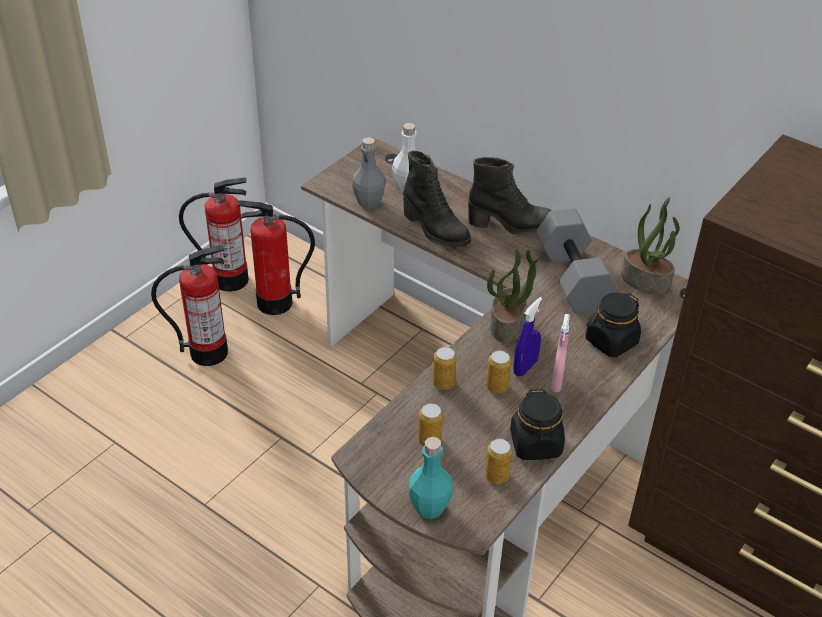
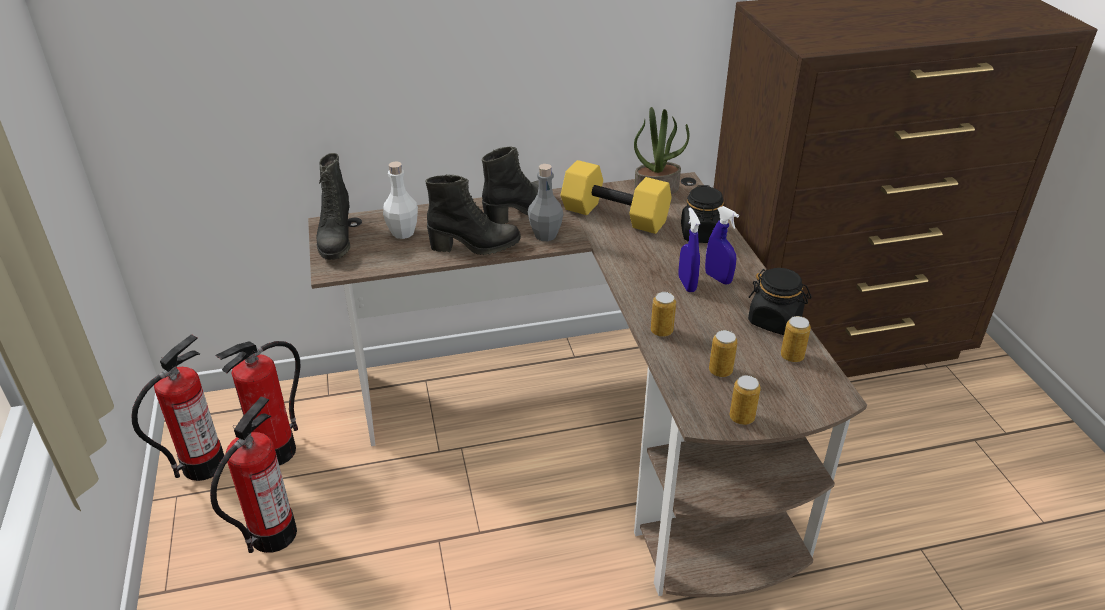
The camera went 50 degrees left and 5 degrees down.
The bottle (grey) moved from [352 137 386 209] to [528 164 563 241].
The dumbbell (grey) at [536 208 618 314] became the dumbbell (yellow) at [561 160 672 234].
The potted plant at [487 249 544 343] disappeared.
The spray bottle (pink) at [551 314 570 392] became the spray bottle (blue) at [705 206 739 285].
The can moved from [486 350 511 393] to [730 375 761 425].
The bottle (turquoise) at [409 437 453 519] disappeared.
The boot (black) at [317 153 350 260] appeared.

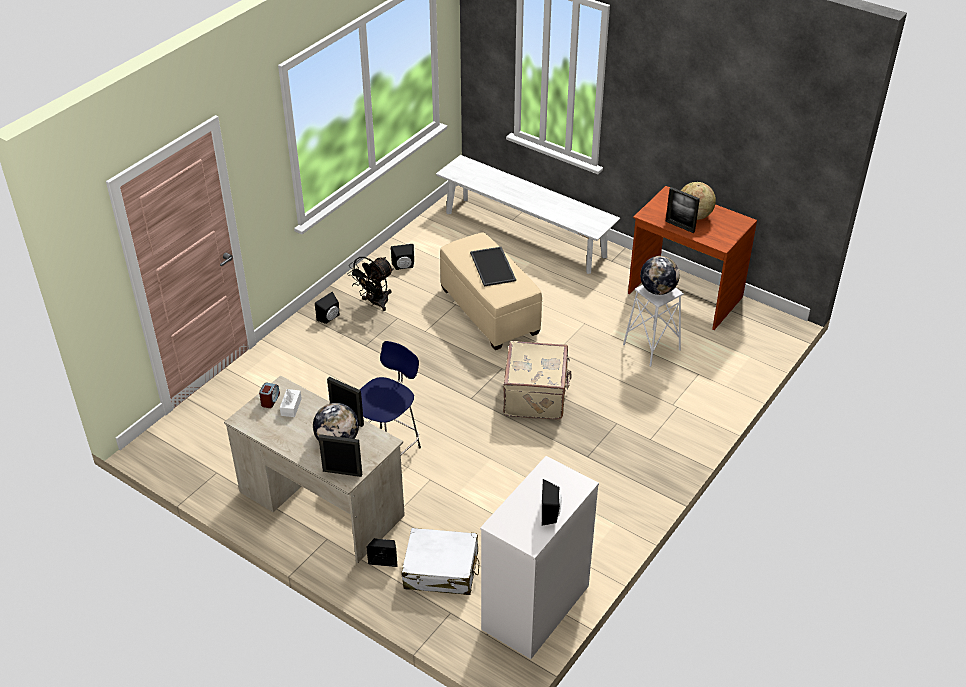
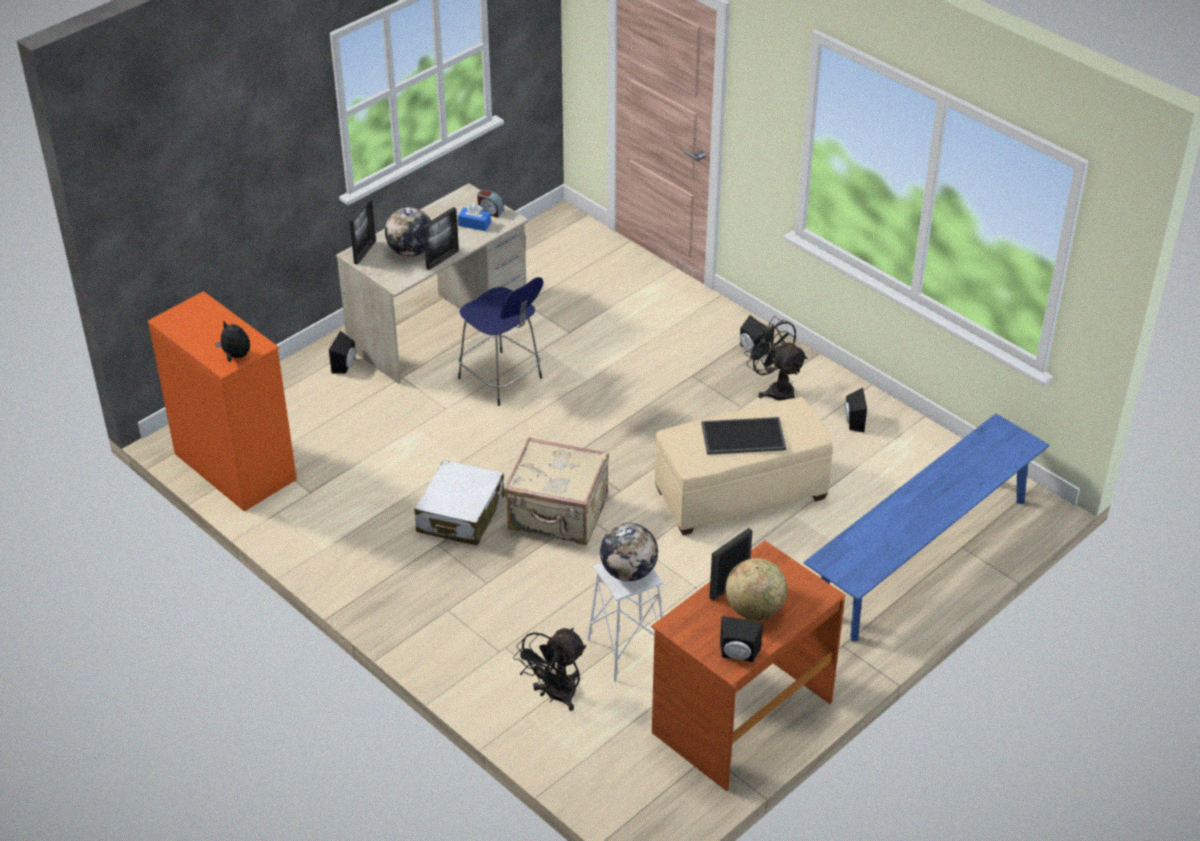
The camera went 100 degrees right and 0 degrees up.
The bench (white) at [436 155 620 274] became the bench (blue) at [804 414 1049 642].
The tissue box (white) at [280 389 302 417] became the tissue box (blue) at [458 203 491 231].
The dresser (white) at [480 456 599 659] became the dresser (orange) at [147 291 297 512].
The speaker (black) moved from [542 479 562 526] to [720 616 763 662].
The suitcase (white) moved from [402 528 479 595] to [414 460 505 545].
The plush toy at [215 321 250 362] appeared.
The fan (black) at [513 628 587 711] appeared.

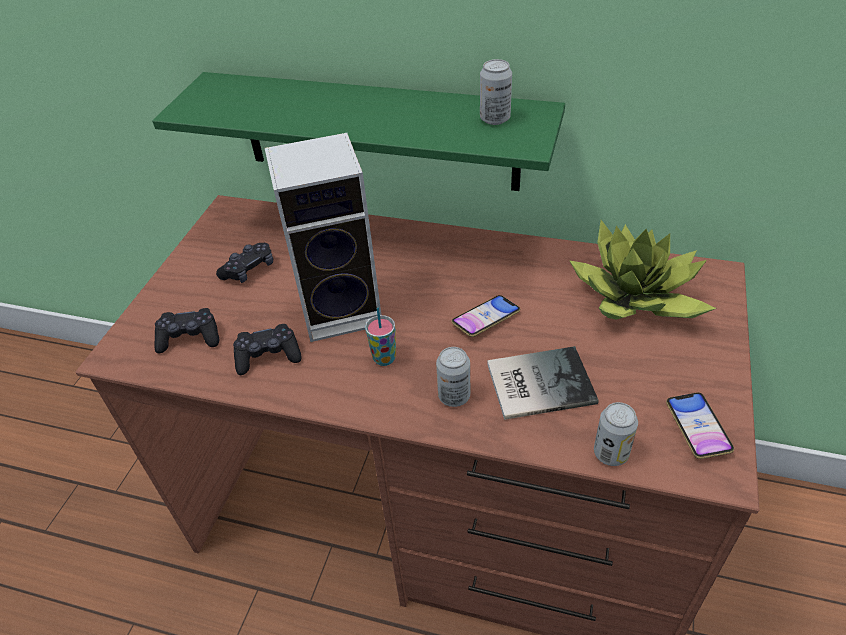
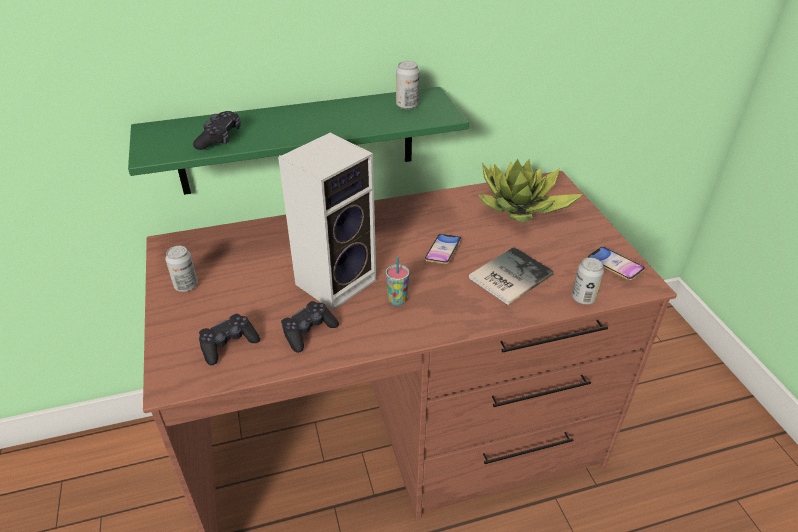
The camera went 35 degrees left and 5 degrees down.
The game controller (black) moved from [216 243 273 283] to [193 111 241 150].
The can moved from [436 347 470 407] to [165 246 198 292].

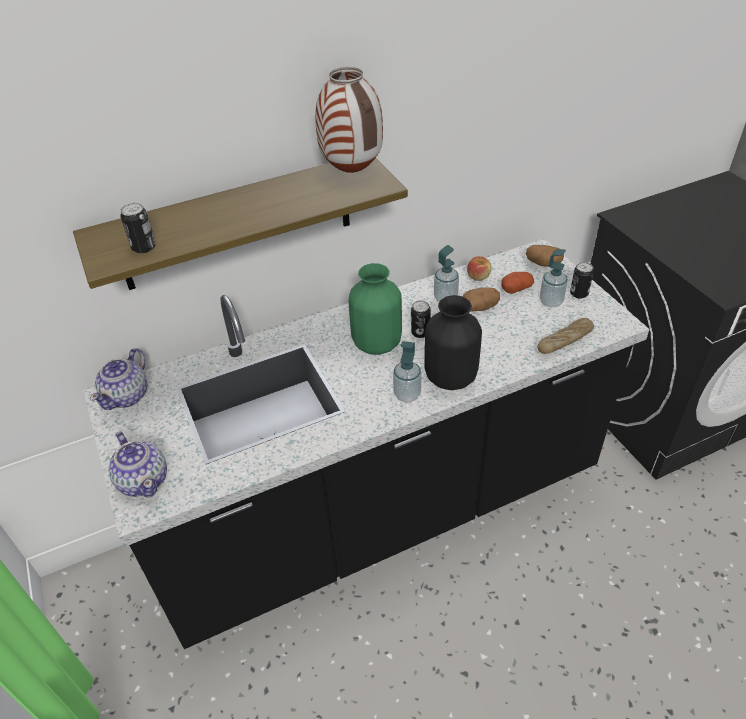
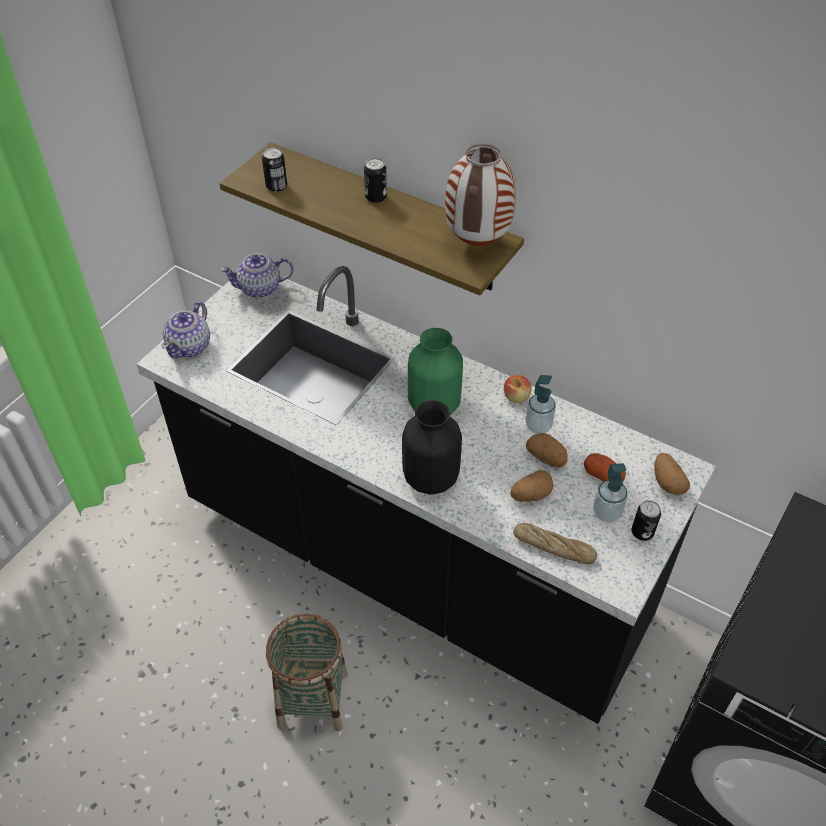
The camera went 55 degrees right and 5 degrees up.
The apple moved from [467 256 492 281] to [504 375 532 403].
The can moved from [411 300 431 338] to [364 158 387 203].
The soap dispenser at [393 341 421 402] disappeared.
The potato at [510 470 553 501] appeared.
The basket at [266 613 348 732] appeared.

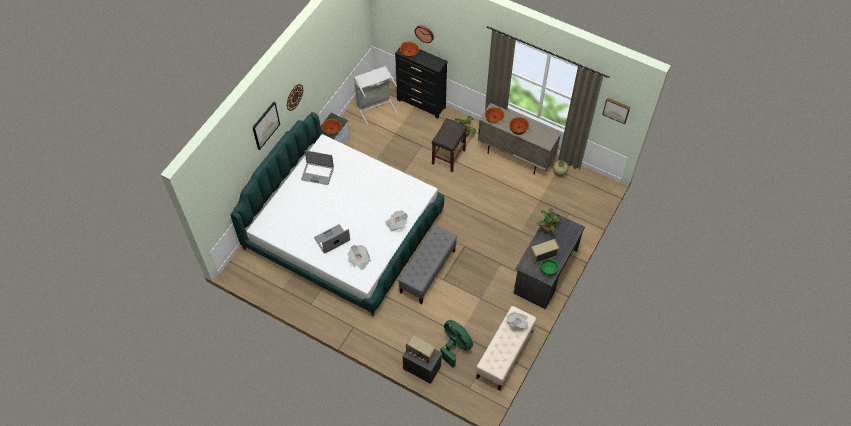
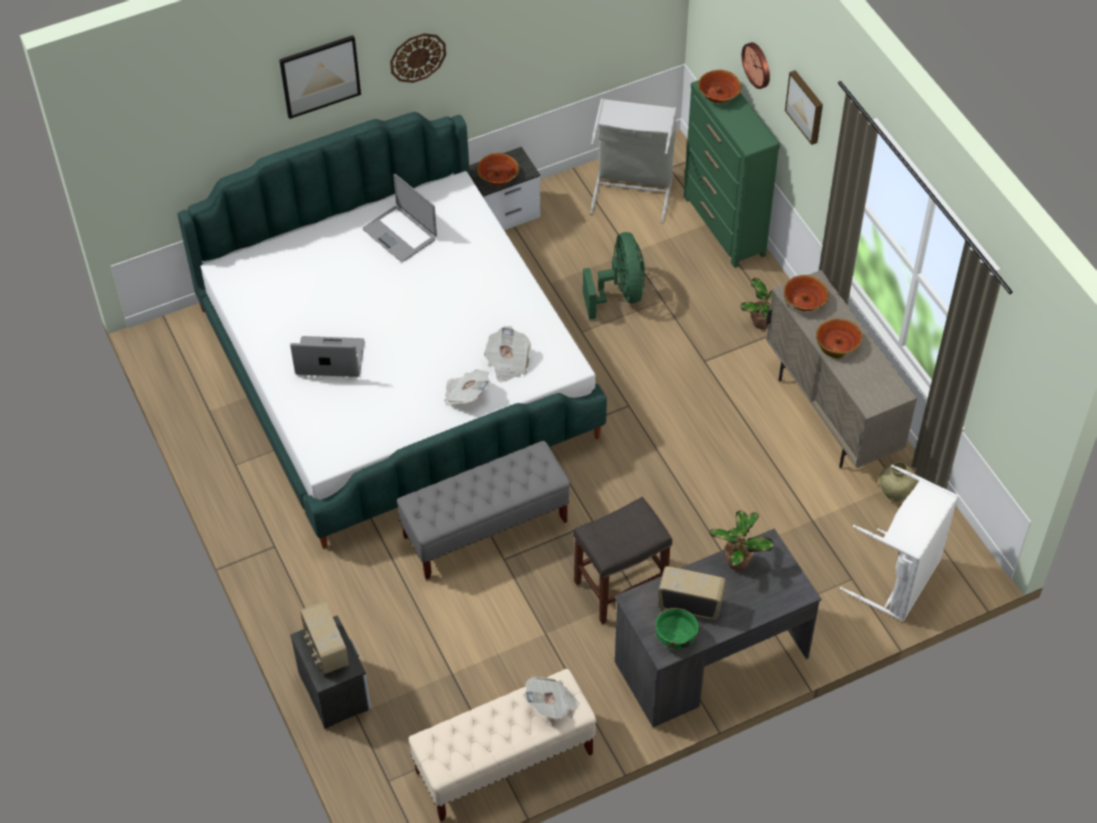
The camera went 35 degrees right and 5 degrees down.
The dresser (black) at [395 42 448 118] became the dresser (green) at [684 80 780 268].
The picture moved from [602 98 630 124] to [785 70 823 145].
The stool (grey) moved from [432 118 467 172] to [573 497 672 624].
The newspaper moved from [348 245 371 270] to [484 326 531 382].
The fan (green) moved from [440 320 473 368] to [583 232 645 319].
The laundry basket (white) at [840 465 959 622] appeared.

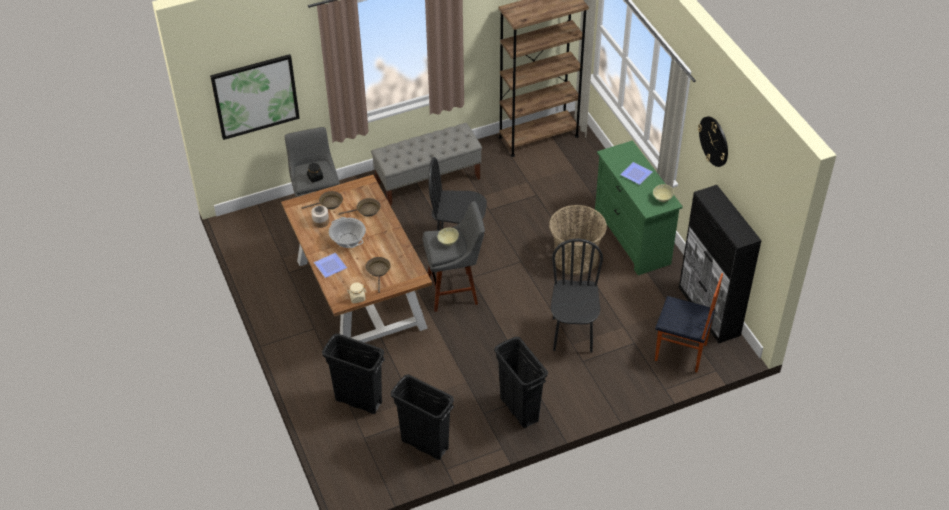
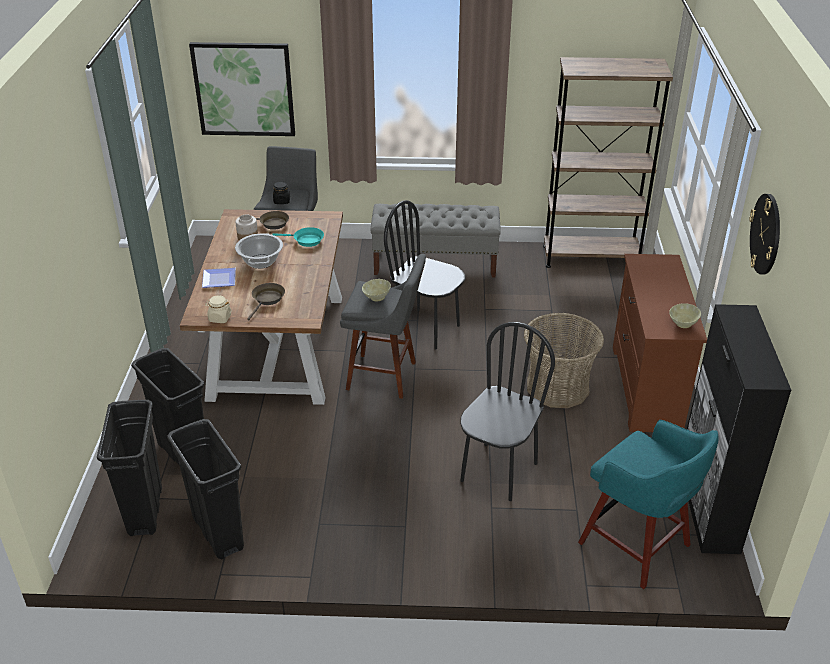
The camera went 25 degrees right and 10 degrees down.
The dresser (green) at [595 140 683 275] became the dresser (brown) at [613 254 707 432].
The plate at [620 162 652 185] disappeared.
The frying pan (brown) at [339 198 381 217] became the frying pan (turquoise) at [272 227 324 247].
The chair at [655 273 723 372] was replaced by the stool (turquoise) at [578 420 719 589].
The trash can (black) moved from [494 337 548 428] to [97 400 162 536].

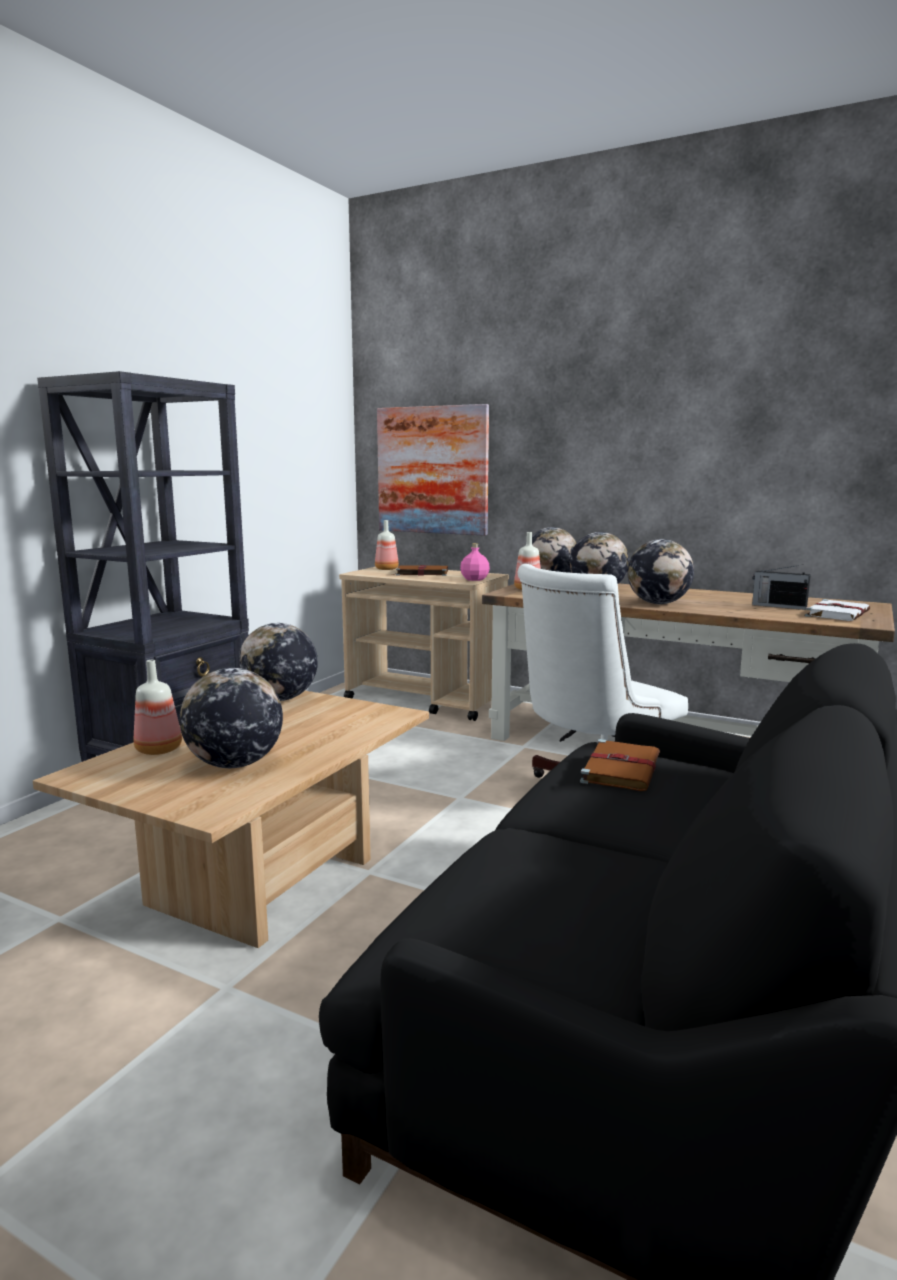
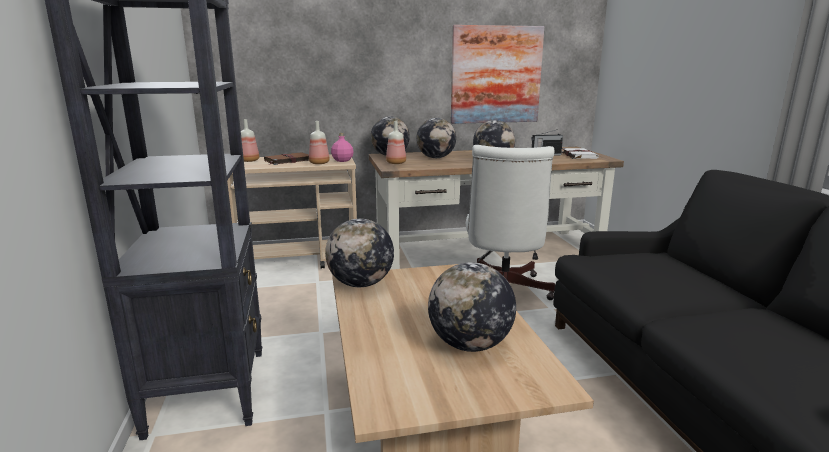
The camera went 40 degrees left and 5 degrees up.
The picture moved from [377 404 489 536] to [451 25 544 124].
The bottle moved from [134 660 182 755] to [309 121 330 164].
The book (brown) at [580 739 660 791] disappeared.

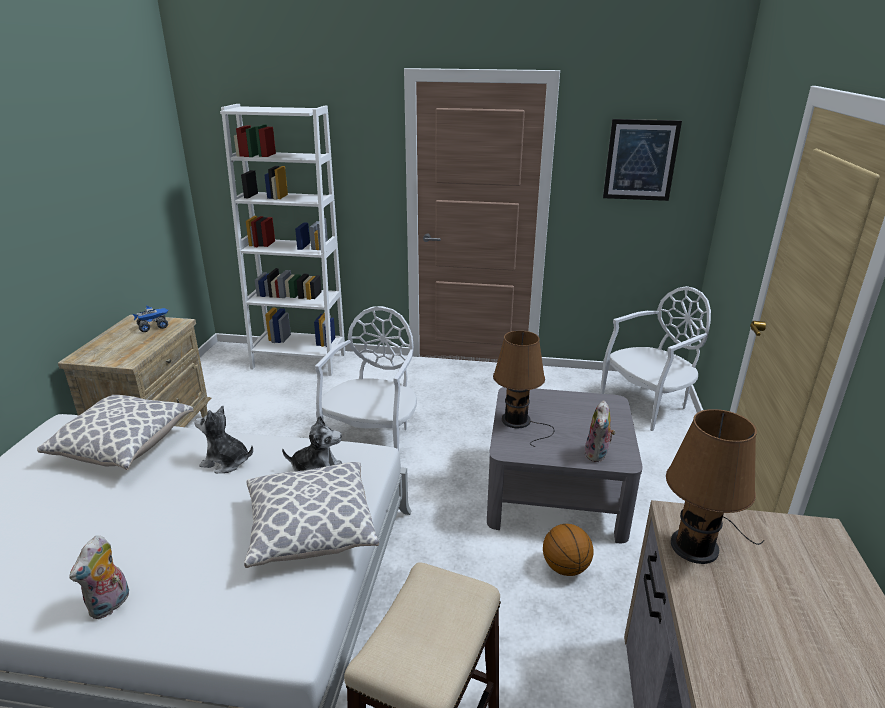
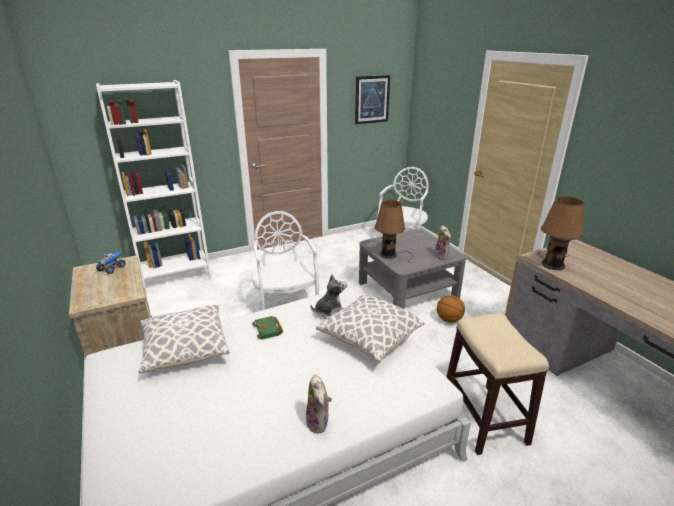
The camera went 35 degrees left and 0 degrees up.
The plush toy at [195 406 253 473] was replaced by the book (green) at [252 316 283 340].

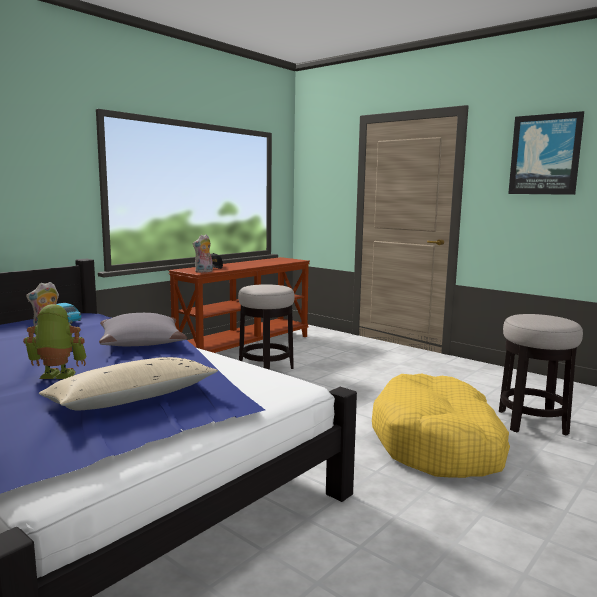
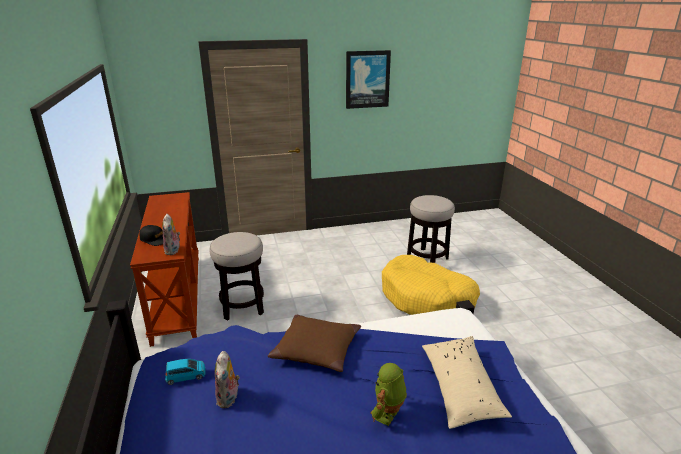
The camera went 55 degrees left and 15 degrees up.
The pillow (grey) at [99 313 187 346] became the pillow (brown) at [268 315 361 372].

